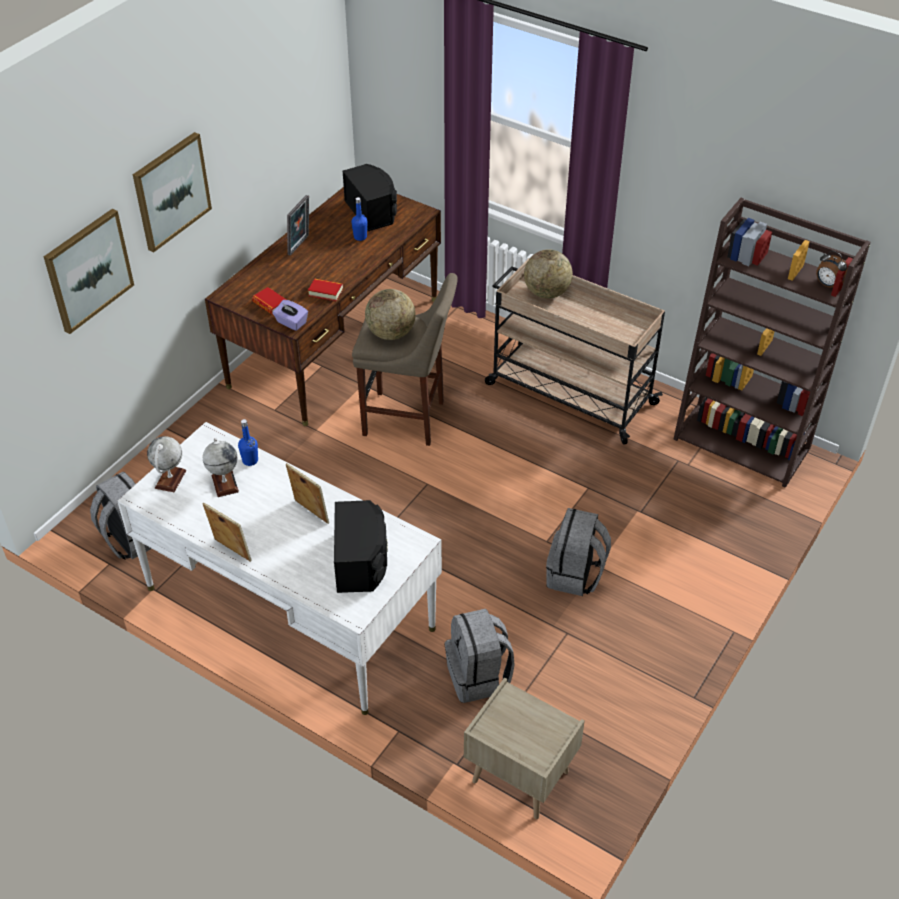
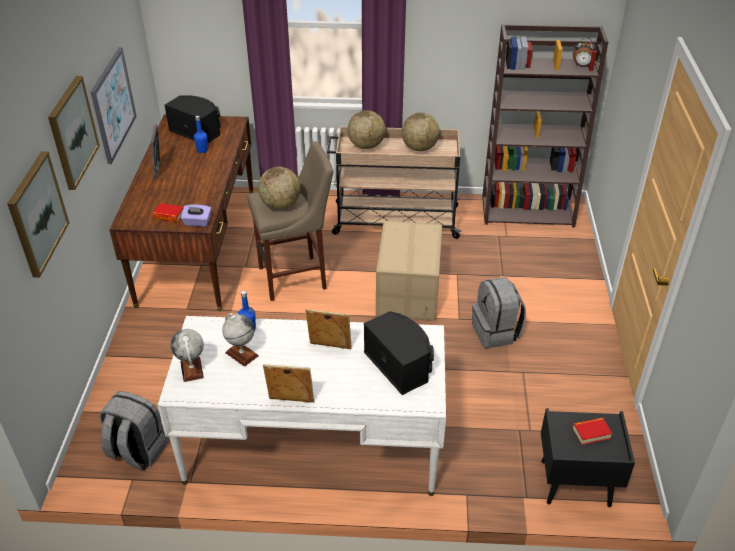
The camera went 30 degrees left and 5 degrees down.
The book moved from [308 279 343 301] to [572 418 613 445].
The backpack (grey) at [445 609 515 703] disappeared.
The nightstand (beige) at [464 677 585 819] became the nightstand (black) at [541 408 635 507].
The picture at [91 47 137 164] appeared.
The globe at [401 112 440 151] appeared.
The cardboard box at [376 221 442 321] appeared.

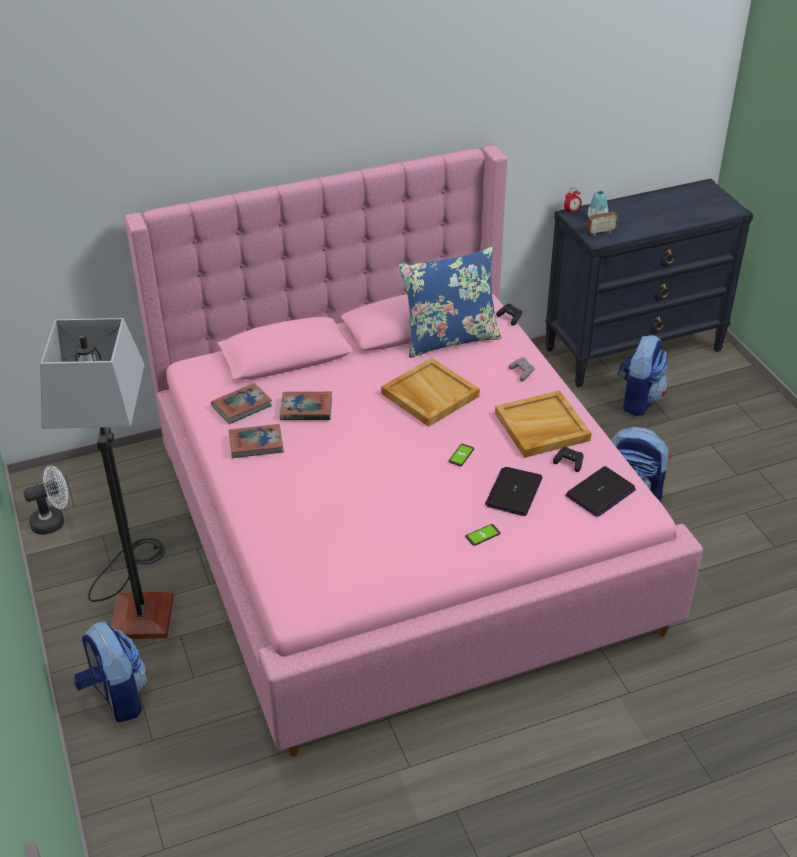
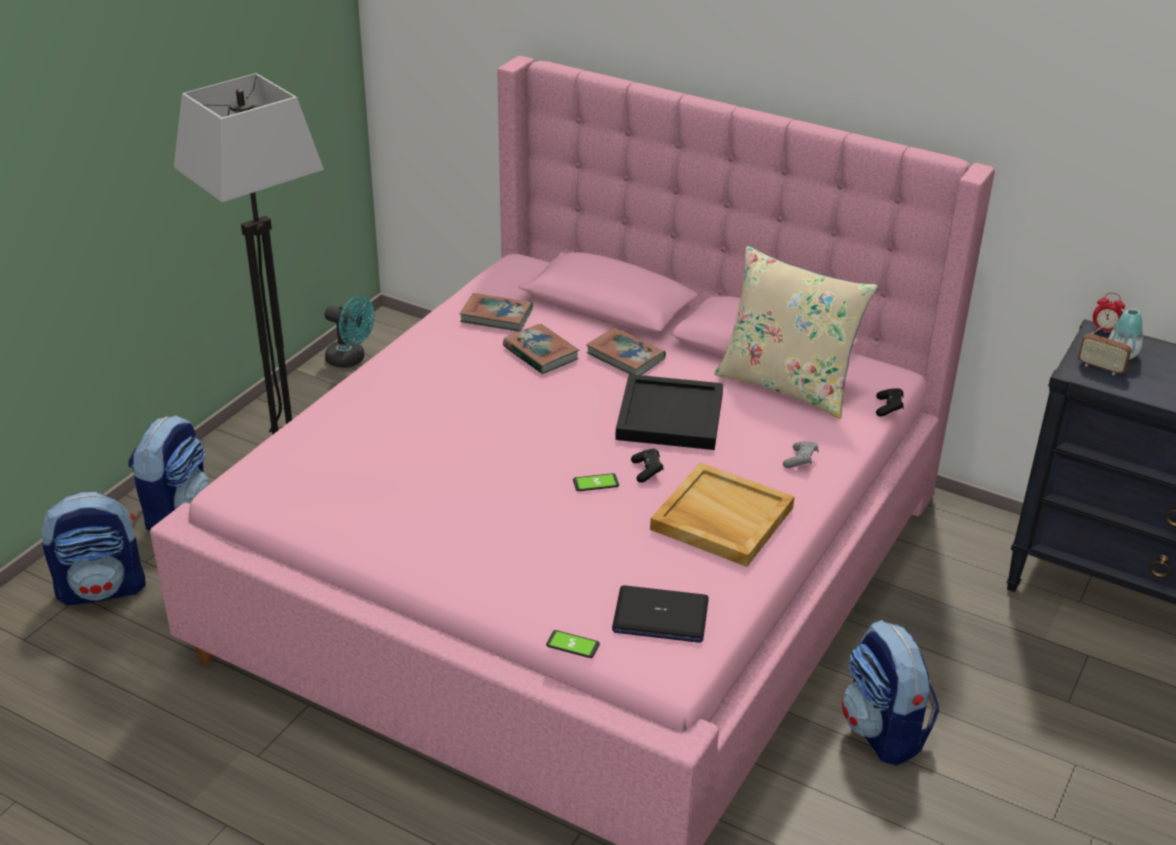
The camera went 50 degrees right and 5 degrees down.
The pillow (blue) at [398 247 501 358] became the pillow (beige) at [714 246 878 419].
The backpack moved from [617 335 668 416] to [42 492 146 605].
The tray (beige) at [381 358 480 427] became the tray (black) at [615 374 723 450].
The book moved from [229 424 284 458] to [586 328 666 375].
The game controller (black) moved from [553 447 583 472] to [631 449 664 483].
The fan (white) at [23 466 68 535] became the fan (turquoise) at [325 296 375 368].
The laptop at [485 467 542 516] disappeared.
The phone moved from [465 524 501 546] to [546 630 600 658].

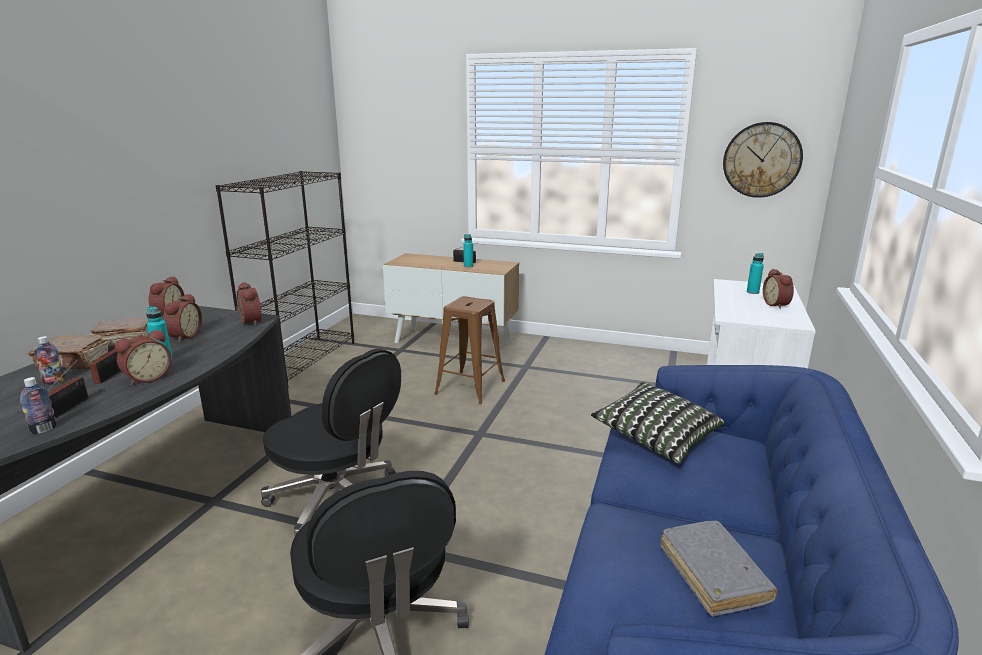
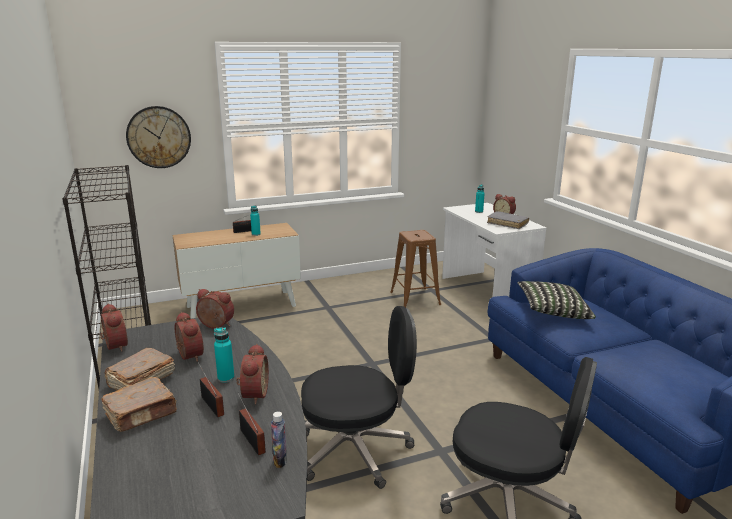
The camera went 40 degrees left and 0 degrees up.
The wall clock moved from [723 122 803 198] to [126 106 191 168].
The stool (brown) moved from [434 296 505 404] to [390 230 441 308].
The bottle at [34 336 65 385] disappeared.
The book (grey) moved from [660 520 778 616] to [487 211 529 229].

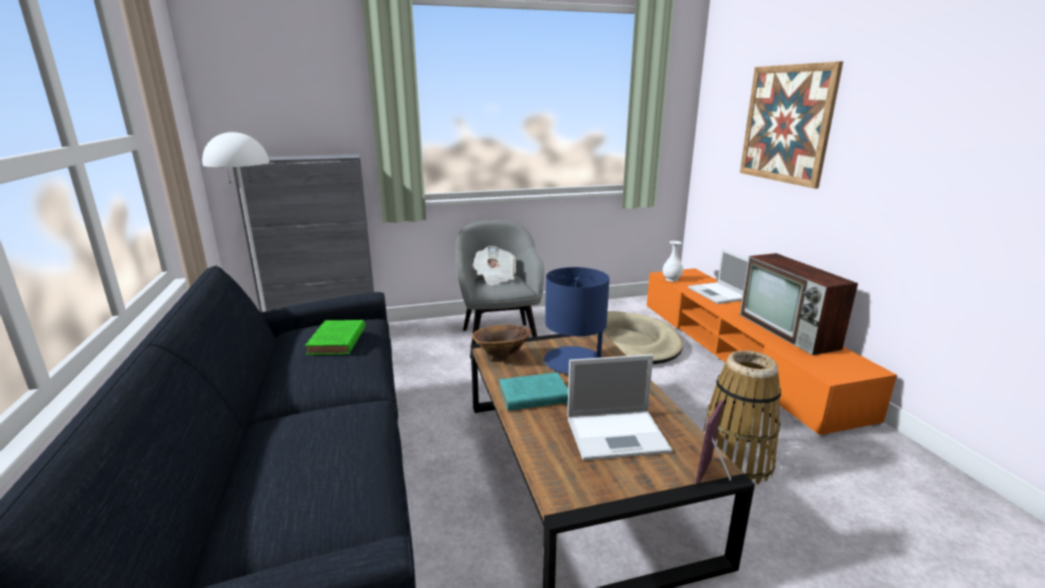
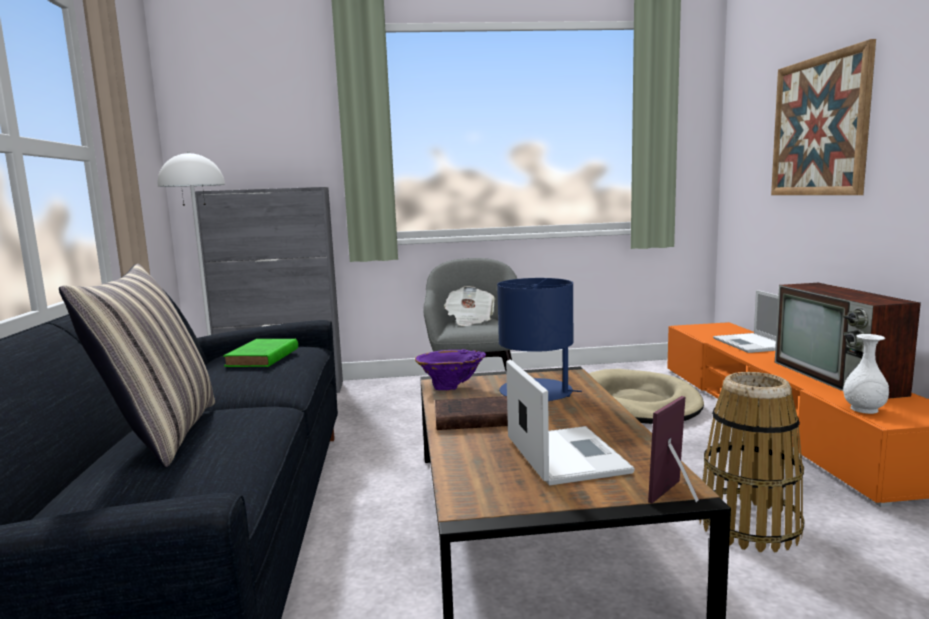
The camera went 10 degrees right and 10 degrees down.
The vase (white) moved from [663 241 683 282] to [843 334 889 414].
The vase (brown) at [472 324 532 362] became the vase (purple) at [415 349 486 390].
The laptop at [567 354 673 461] turned 105 degrees counterclockwise.
The book (turquoise) at [499 372 568 411] became the book (brown) at [435 396 508 430].
The pillow at [59 264 215 468] appeared.

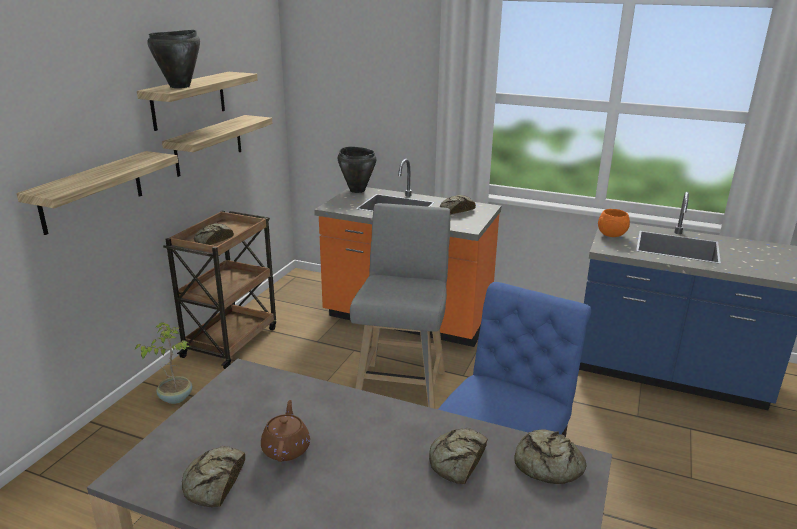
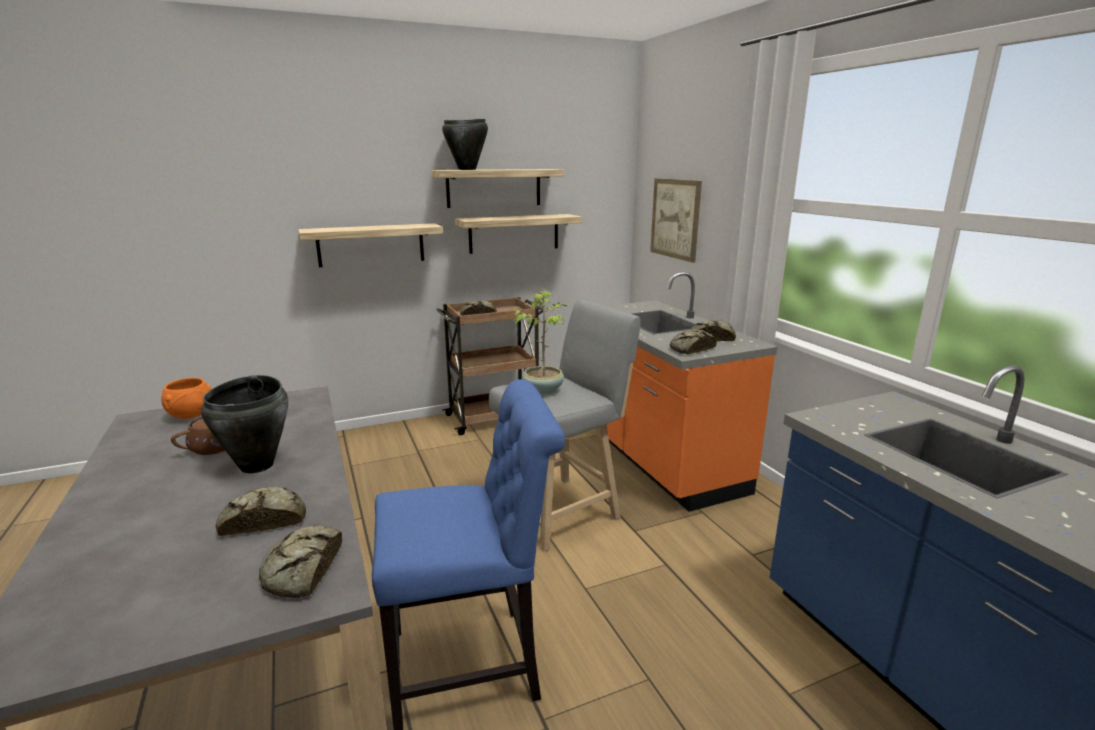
The camera went 45 degrees right and 5 degrees down.
The cooking pot (black) moved from [338 147 376 193] to [201 375 288 473].
The bowl (orange) moved from [598 209 630 237] to [161 378 212 419].
The potted plant moved from [135 322 192 404] to [513 289 567 395].
The bread moved from [182 446 245 507] to [670 329 717 354].
The picture at [650 178 702 263] appeared.

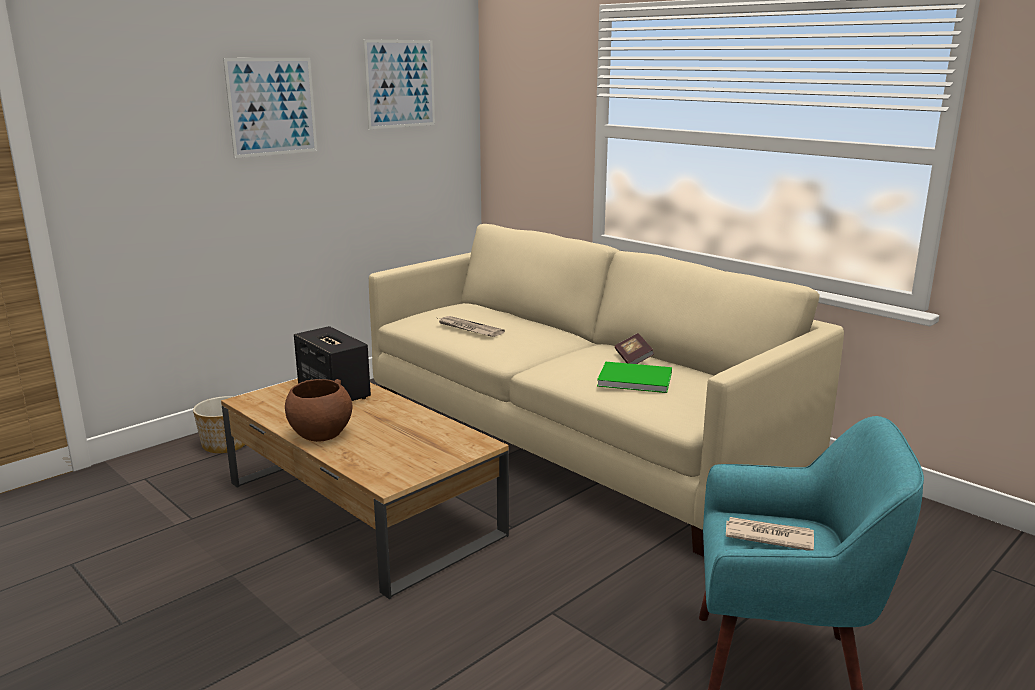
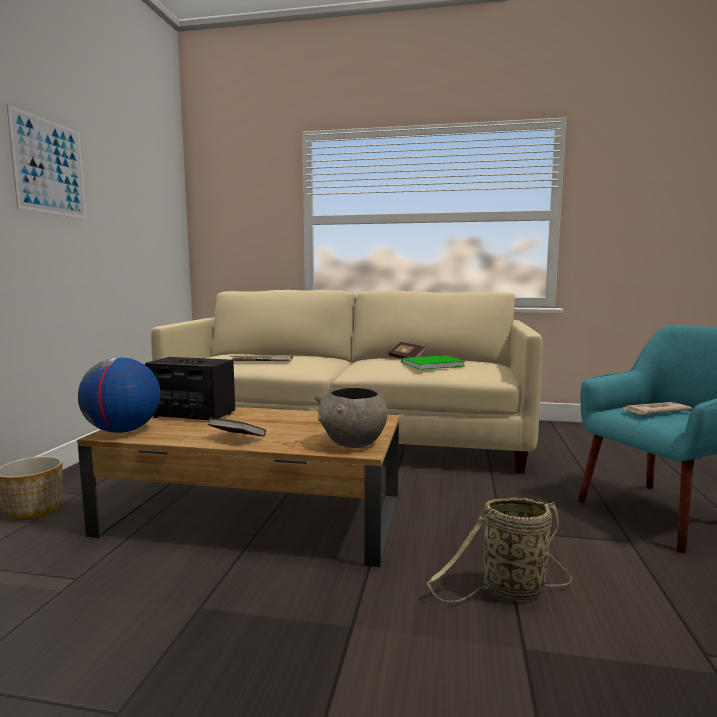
The camera went 35 degrees left and 10 degrees down.
The picture at [363 39 435 129] disappeared.
The bowl (brown) at [285 379 352 442] was replaced by the book at [208 418 266 436].
The globe at [78 357 161 433] appeared.
The bowl (grey) at [314 388 387 448] appeared.
The basket at [427 497 572 602] appeared.

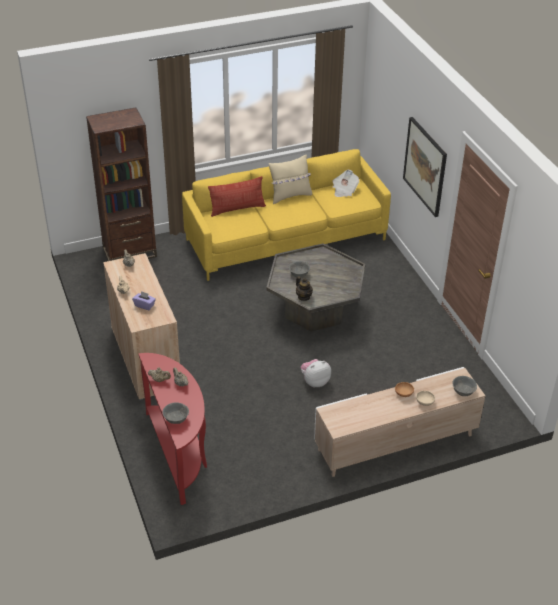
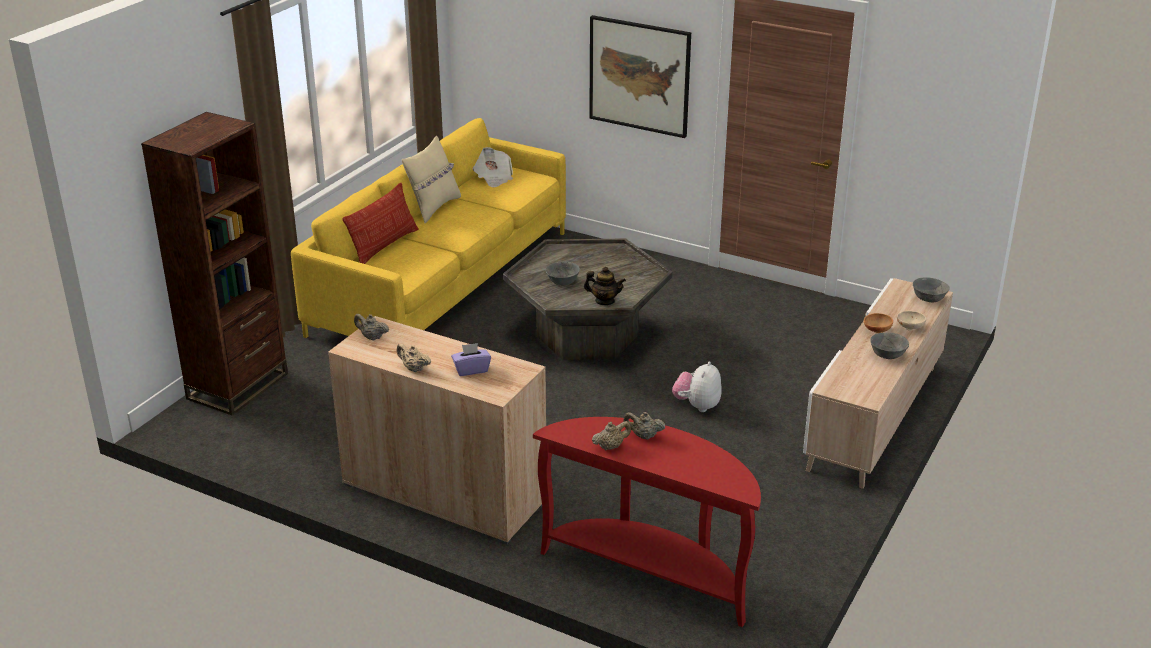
The camera went 40 degrees left and 10 degrees down.
The bowl (grey) moved from [163 402 189 424] to [870 332 909 359].

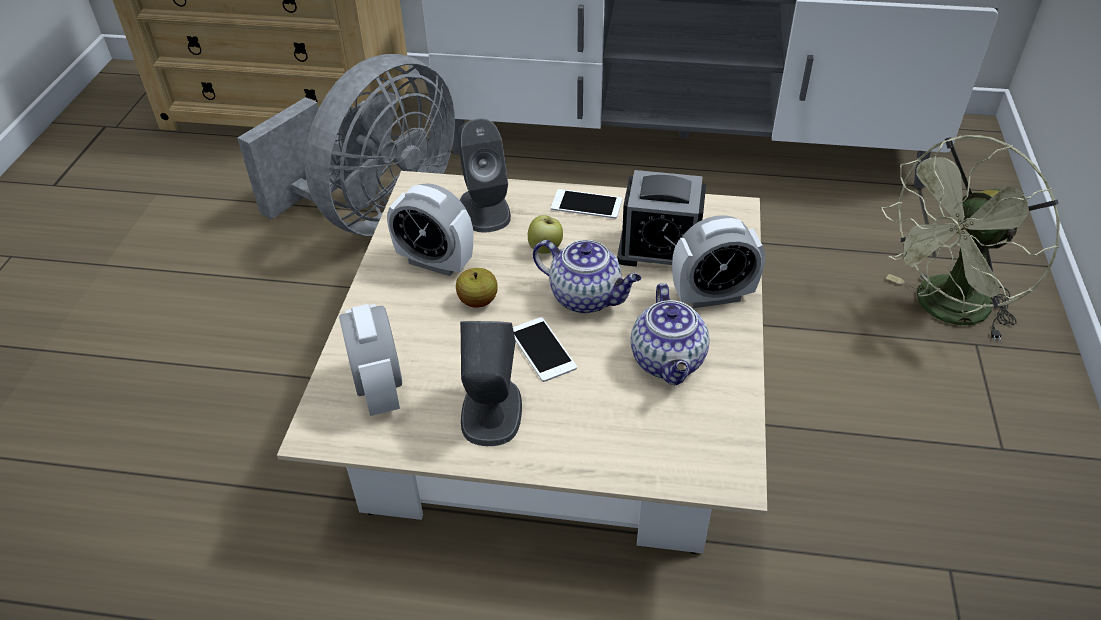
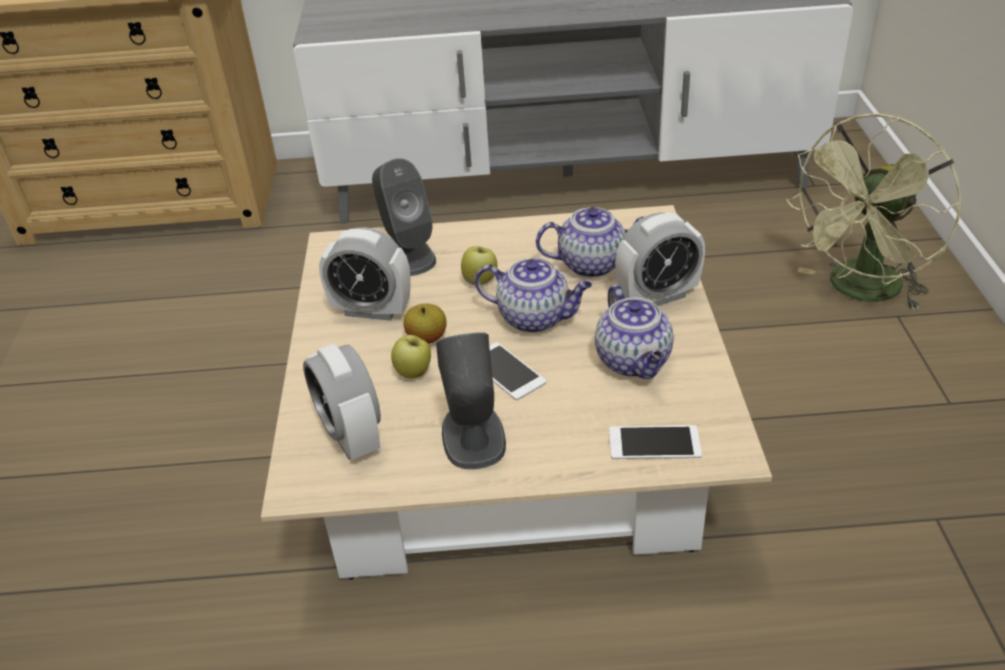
The camera went 10 degrees left and 5 degrees down.
The fan (grey) at [237 54 455 236] disappeared.
The alarm clock at [617 170 706 267] was replaced by the teapot at [536 207 643 278].
The phone moved from [551 189 622 219] to [609 425 702 459].
The apple at [391 335 431 378] appeared.

